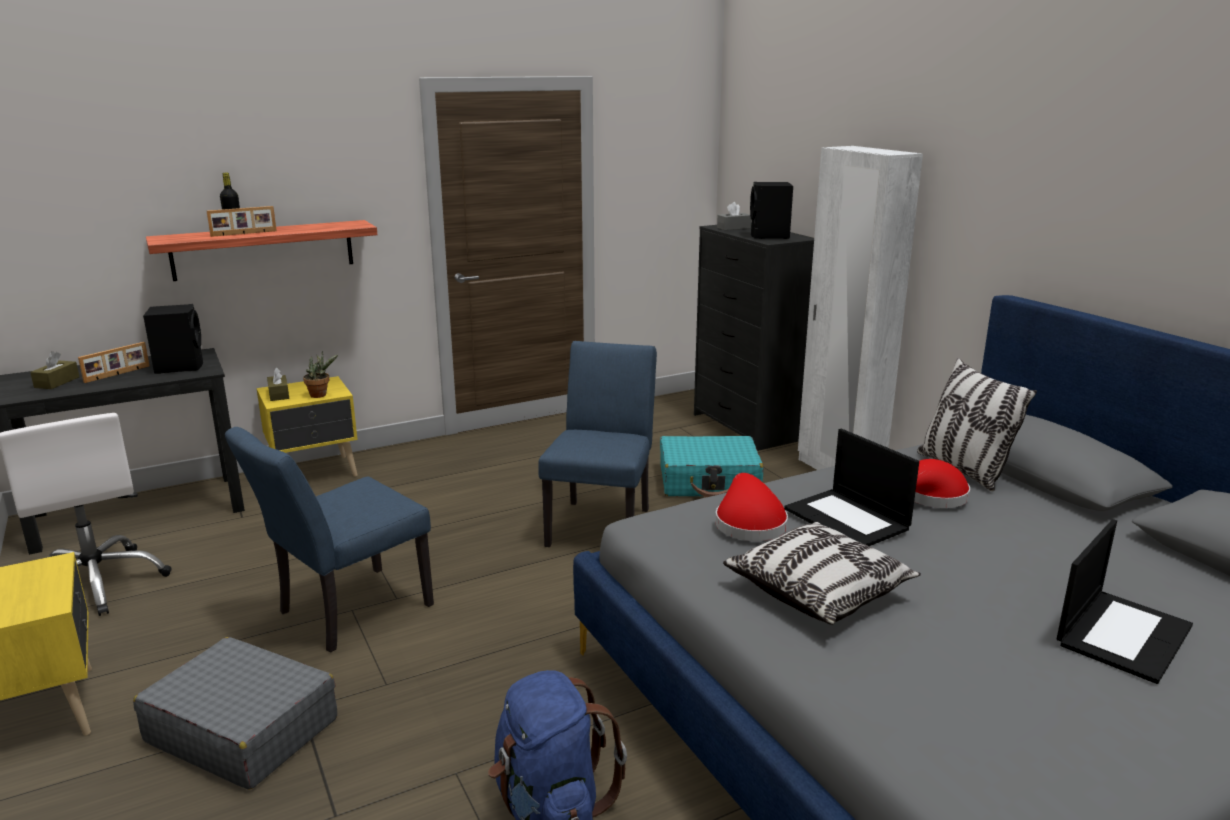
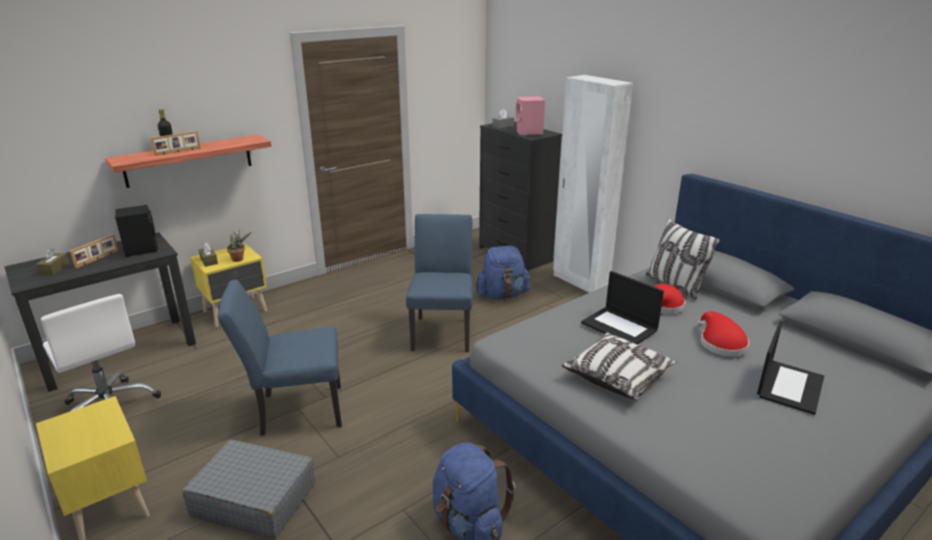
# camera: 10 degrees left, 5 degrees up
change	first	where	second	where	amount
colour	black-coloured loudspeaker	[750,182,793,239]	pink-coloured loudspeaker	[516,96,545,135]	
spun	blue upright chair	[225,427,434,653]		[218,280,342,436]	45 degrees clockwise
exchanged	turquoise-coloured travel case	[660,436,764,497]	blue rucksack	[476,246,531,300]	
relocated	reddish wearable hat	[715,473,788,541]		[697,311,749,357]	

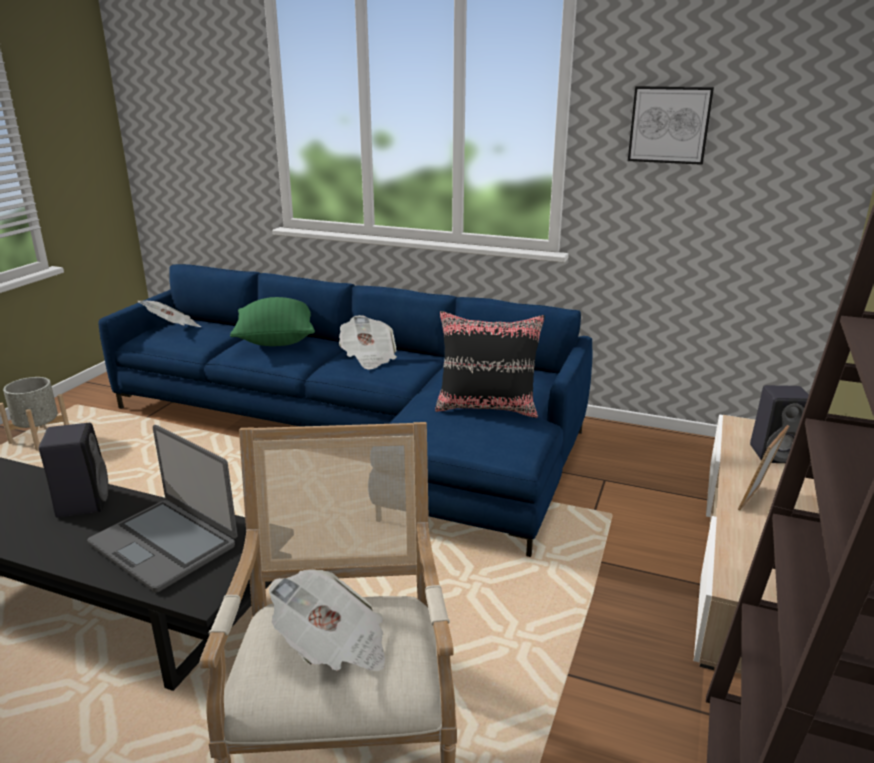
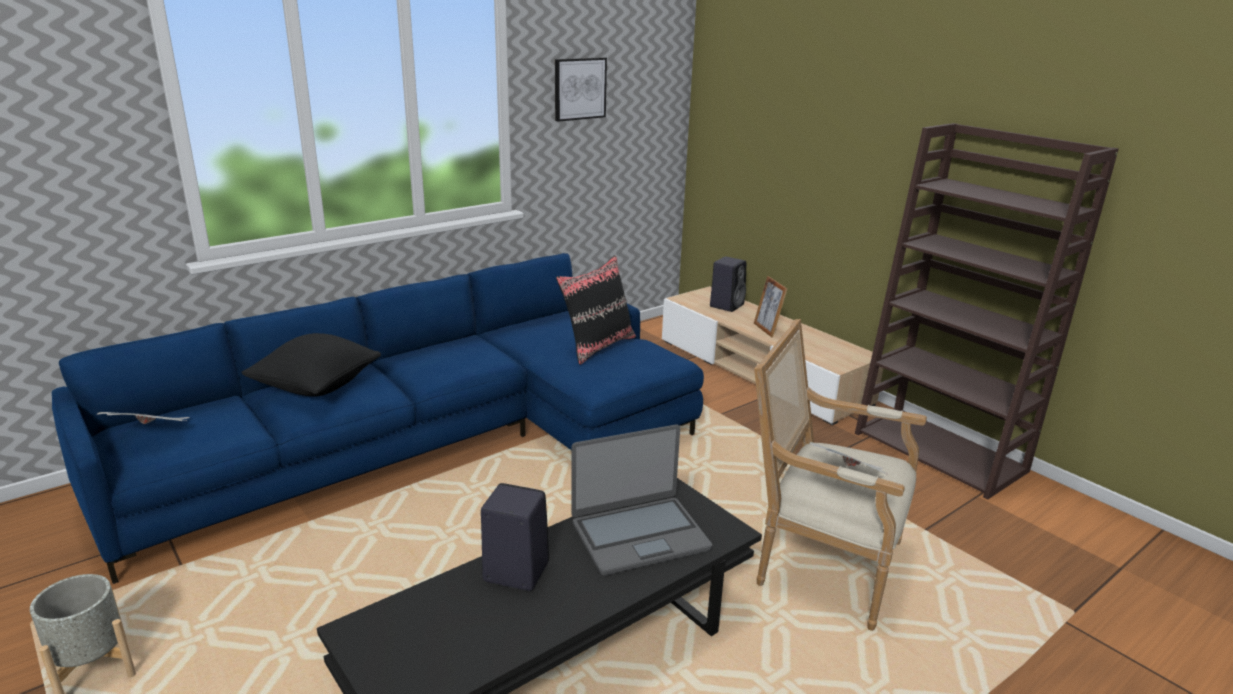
# camera: 60 degrees left, 0 degrees up
change	first	where	second	where	amount
colour	green cushion	[230,297,315,346]	black-coloured cushion	[241,333,381,397]	
missing	newspaper	[339,315,397,370]			

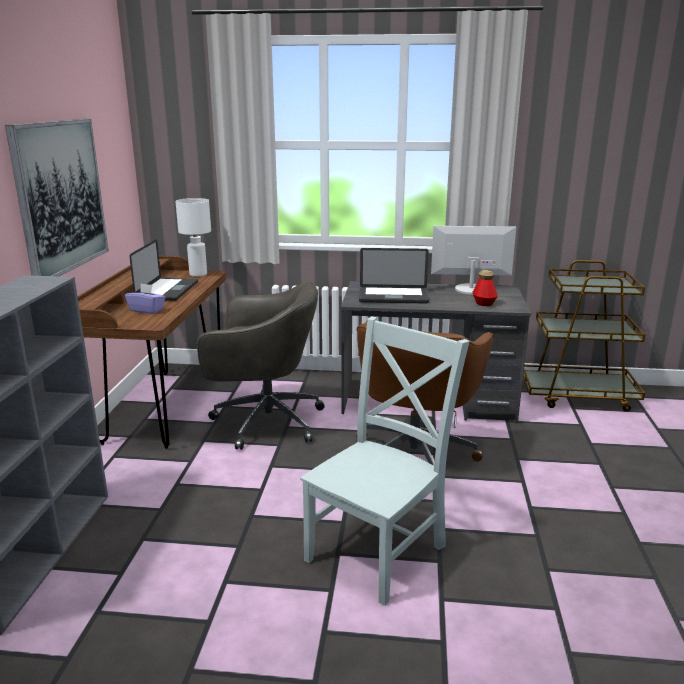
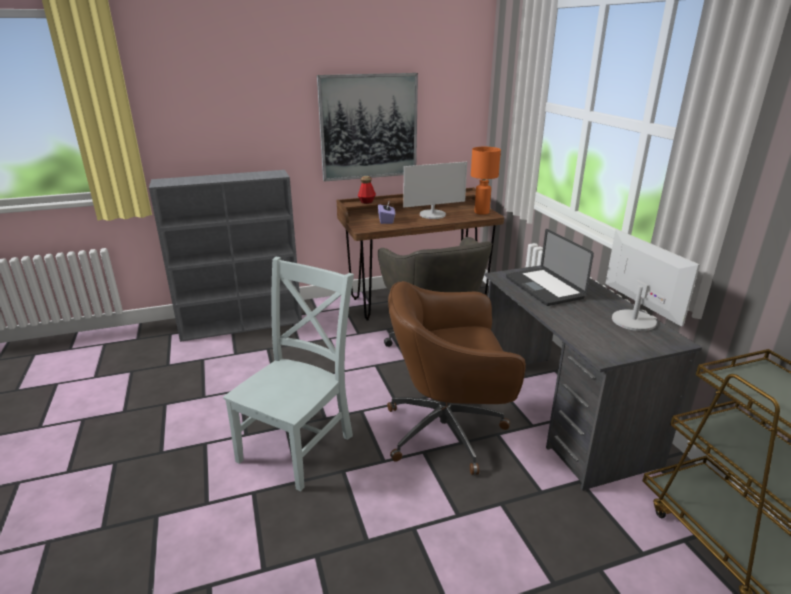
# camera: 65 degrees right, 5 degrees up
change	first	where	second	where	amount
colour	white-coloured table lamp	[175,198,211,277]	orange table lamp	[471,147,501,215]	
exchanged	laptop	[129,239,198,301]	computer screen	[403,162,467,219]	
relocated	bottle	[472,270,498,306]		[358,176,376,204]	
spun	greyish upright chair	[300,317,470,606]		[223,257,354,491]	75 degrees counterclockwise

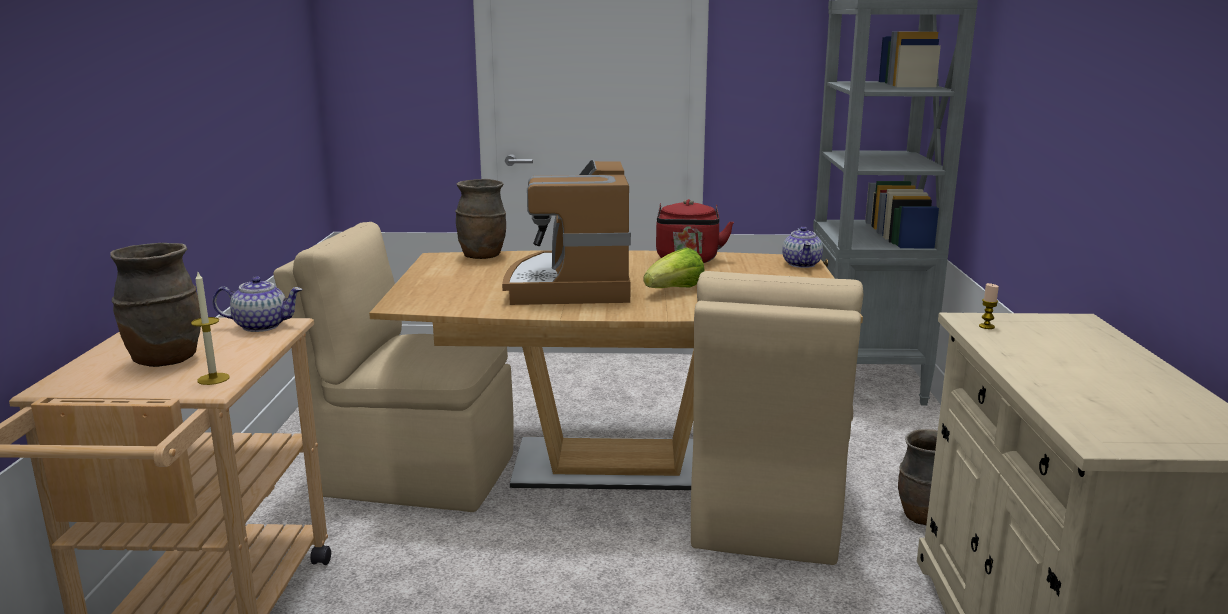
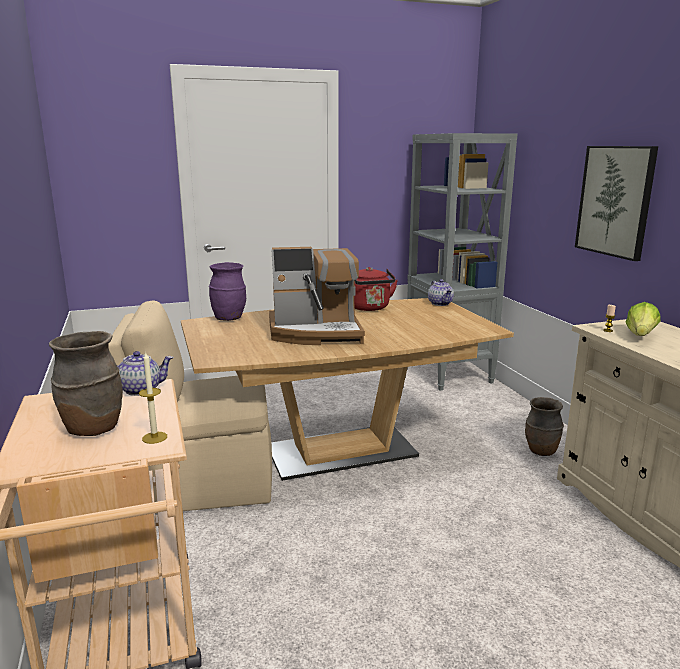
# camera: 20 degrees left, 0 degrees up
change	first	where	second	where	amount
spun	coffee maker	[502,160,631,305]		[269,247,365,345]	75 degrees counterclockwise
colour	brown decorative vase	[455,179,506,259]	purplish decorative vase	[209,262,246,321]	
relocated	head of lettuce	[644,247,705,288]		[625,302,661,336]	
missing	beige upright chair	[691,271,863,565]			
appeared			picture	[575,146,658,261]	

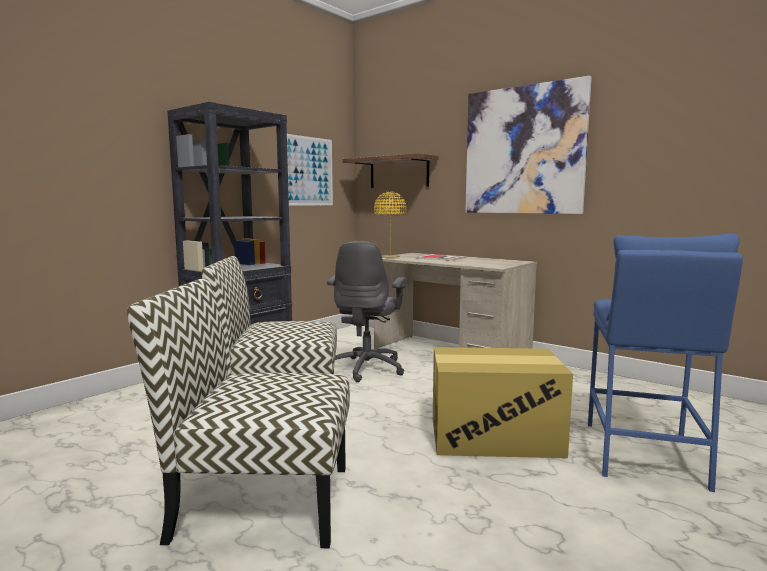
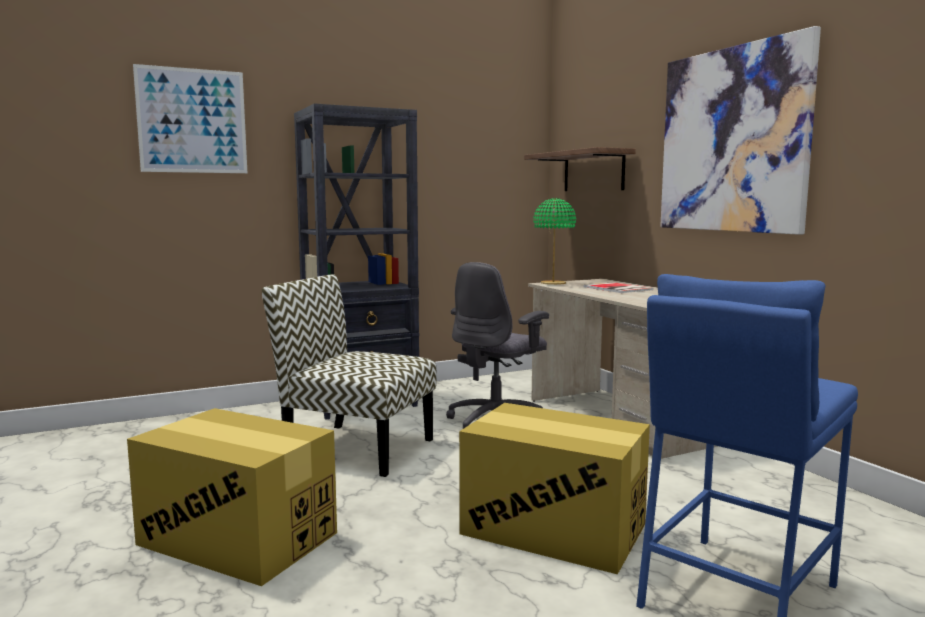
# camera: 25 degrees right, 0 degrees up
change	first	where	second	where	amount
relocated	picture	[287,134,333,205]		[133,64,247,173]	
colour	yellow table lamp	[374,191,406,258]	green table lamp	[533,198,576,285]	
exchanged	upright chair	[127,278,350,548]	carton	[127,408,337,586]	

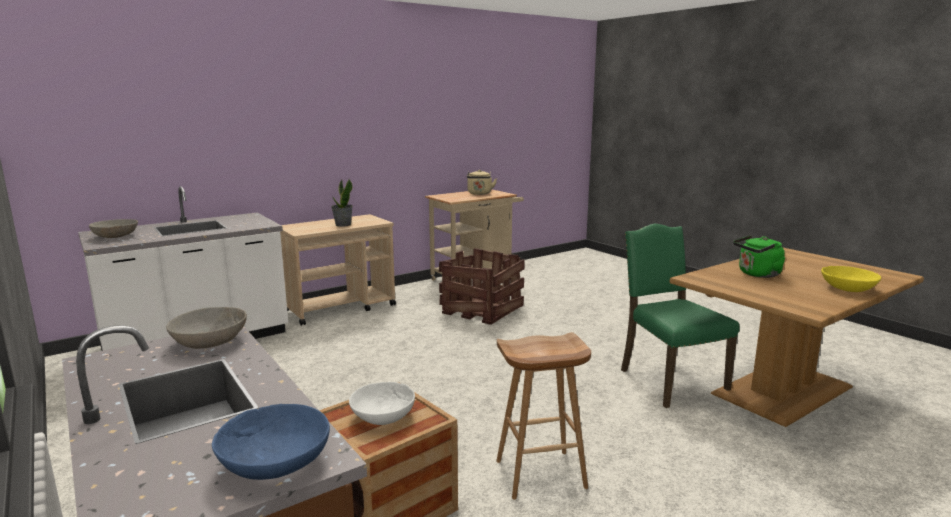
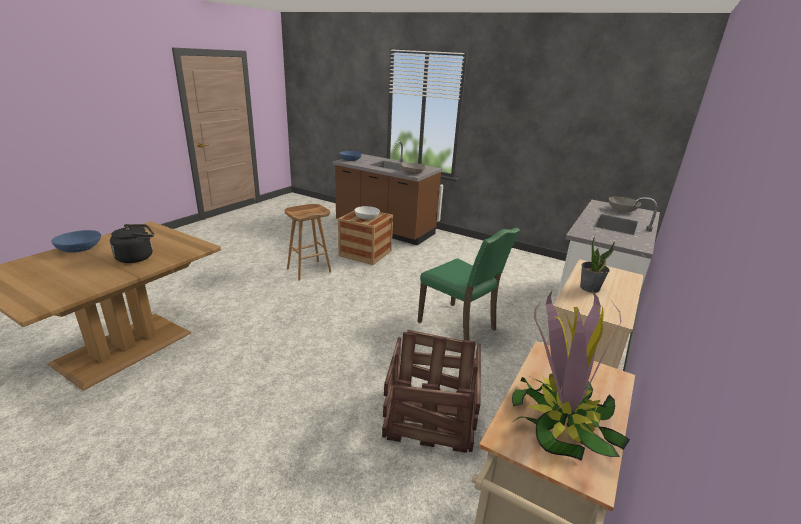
# camera: 155 degrees right, 10 degrees up
change	first	where	second	where	amount
exchanged	beige tea kettle	[467,170,497,195]	plant in a pot	[512,290,630,461]	
relocated	green upright chair	[621,224,740,408]		[417,227,520,341]	
colour	green tea kettle	[733,235,786,278]	black-coloured tea kettle	[110,224,154,263]	
colour	yellow deep dish	[821,266,881,292]	blue deep dish	[51,230,101,253]	

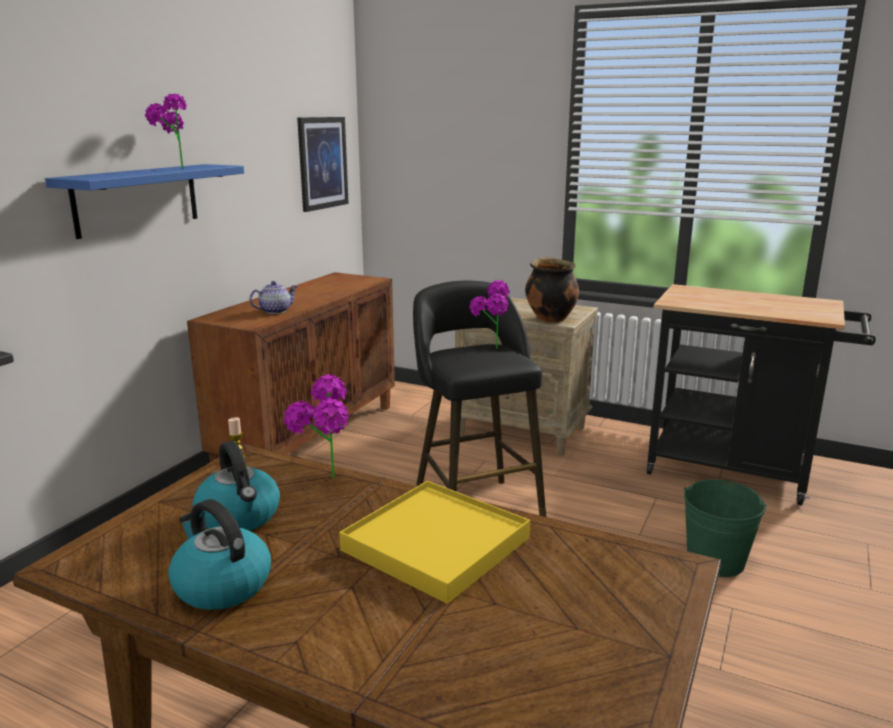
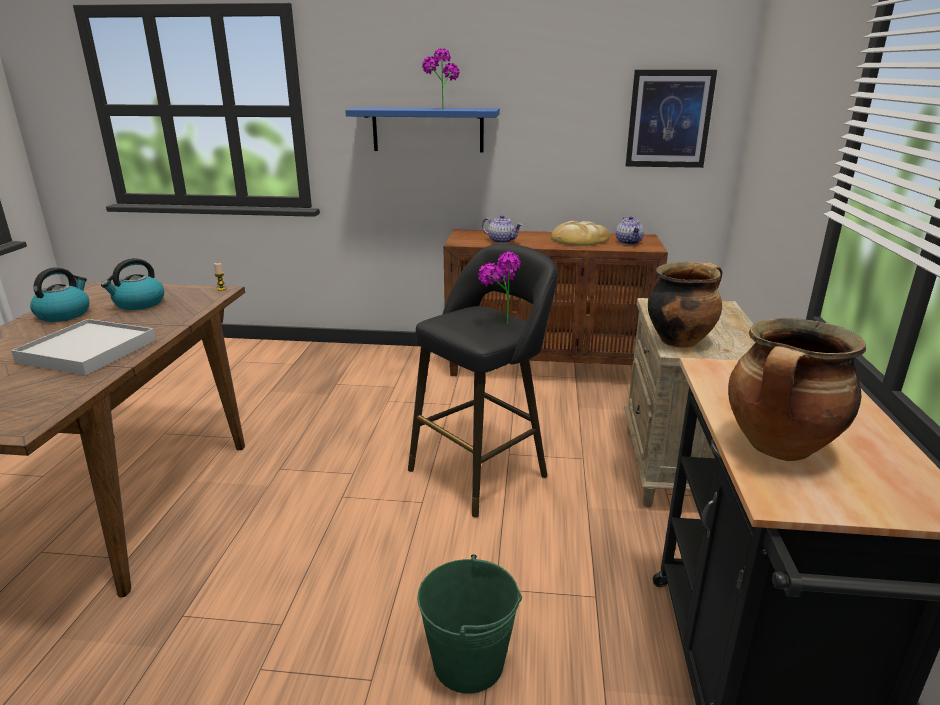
# camera: 70 degrees right, 5 degrees up
change	first	where	second	where	amount
missing	plant in a pot	[284,374,349,478]			
colour	yellow serving tray	[339,481,530,604]	white-coloured serving tray	[11,319,156,376]	
appeared			teapot	[616,216,644,245]	
appeared			bread	[551,221,610,246]	
appeared			cooking pot	[728,318,866,461]	

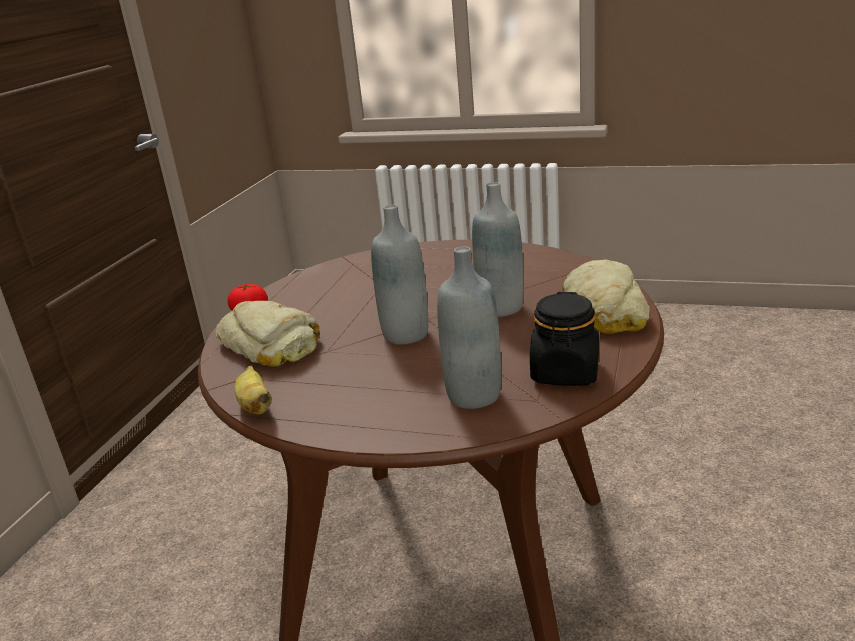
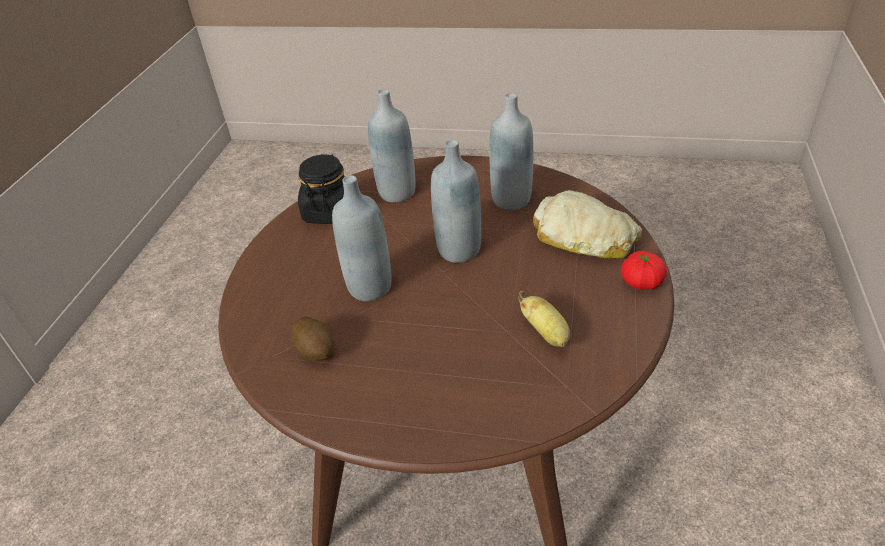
# camera: 175 degrees right, 15 degrees up
change	first	where	second	where	amount
missing	bread	[562,260,650,334]			
relocated	banana fruit	[234,366,272,414]		[518,291,570,347]	
appeared			greyish bottle	[489,93,533,210]	
appeared			whole potato	[291,316,333,362]	

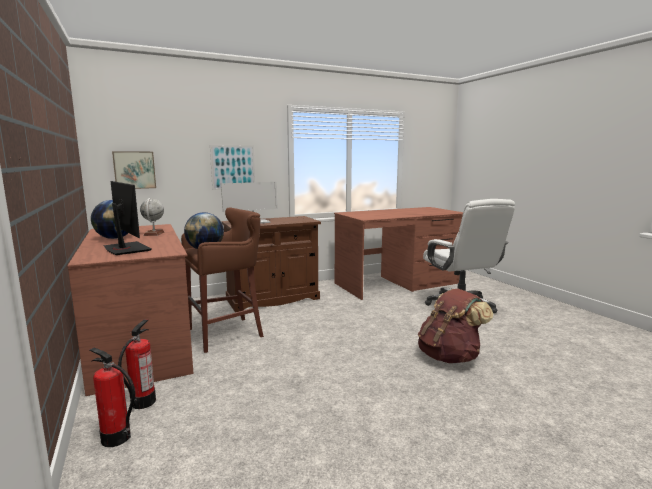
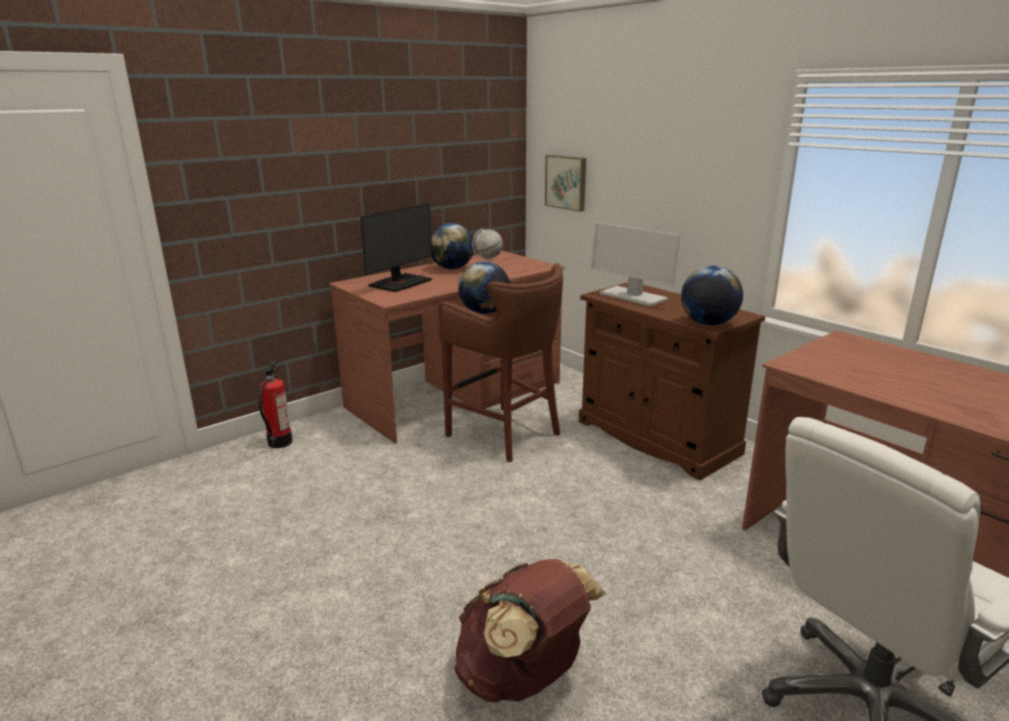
# camera: 75 degrees right, 10 degrees up
change	first	where	second	where	amount
missing	picture	[210,145,255,190]			
missing	fire extinguisher	[118,319,156,409]			
appeared			world globe	[681,266,743,325]	

